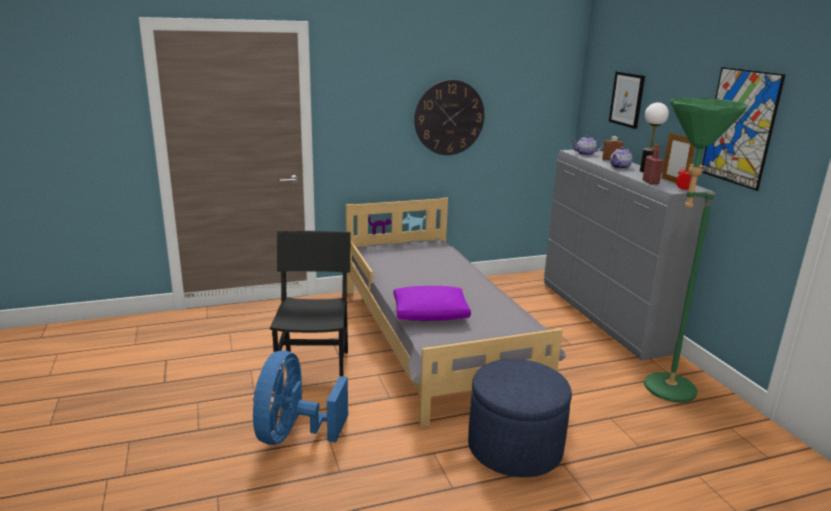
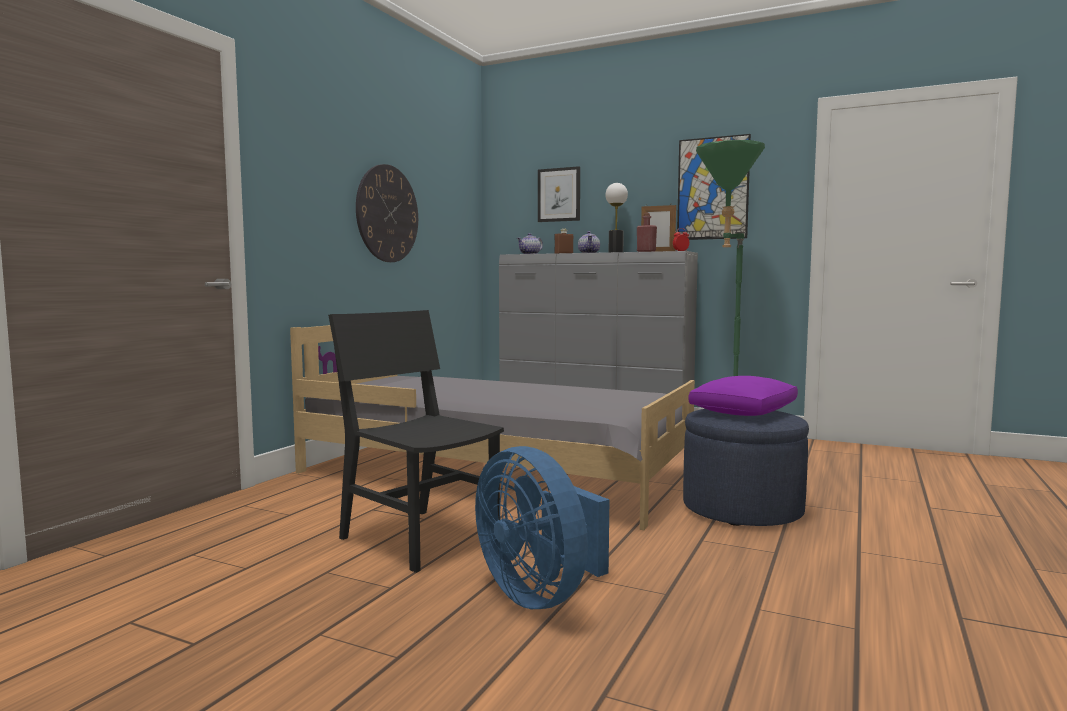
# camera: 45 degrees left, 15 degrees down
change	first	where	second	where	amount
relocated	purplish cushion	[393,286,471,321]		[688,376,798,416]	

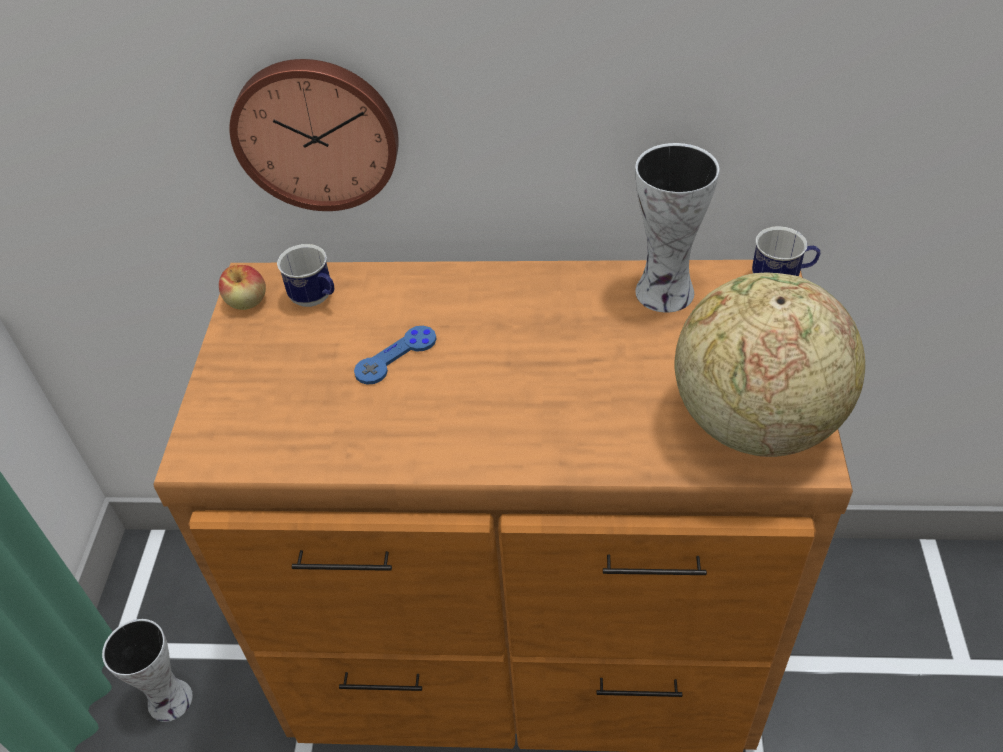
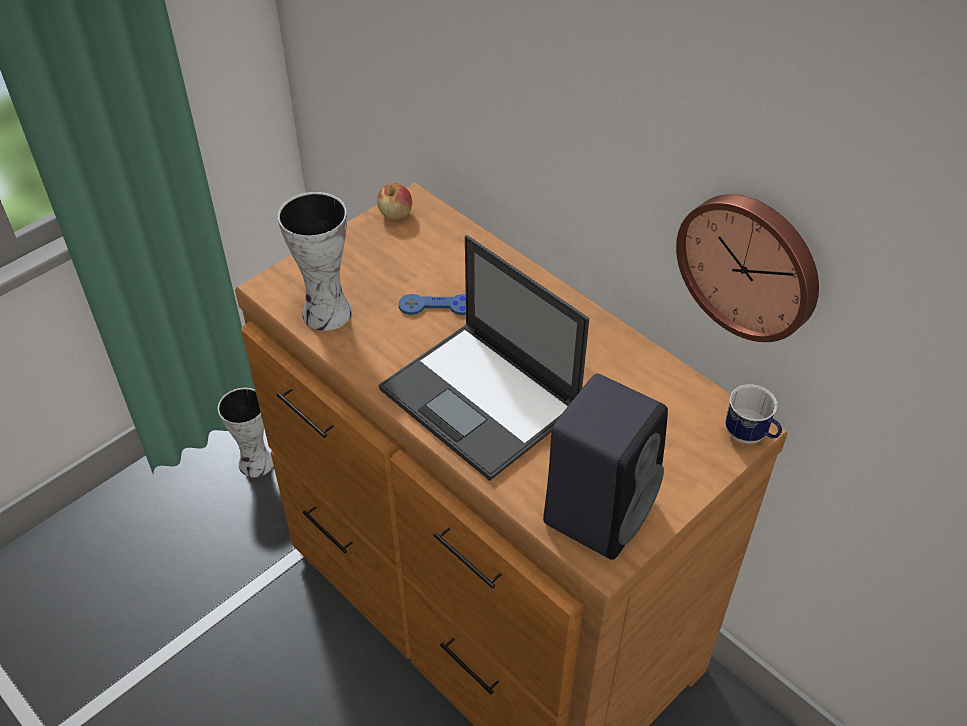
# camera: 40 degrees right, 0 degrees up
change	first	where	second	where	amount
relocated	hanging clock	[229,59,399,211]		[676,194,819,342]	
relocated	decorative vase	[635,143,719,312]		[278,192,352,331]	
missing	coffee mug	[277,244,334,307]			
exchanged	world globe	[674,272,865,457]	black-coloured loudspeaker	[543,374,668,560]	
appeared			laptop	[379,235,589,481]	

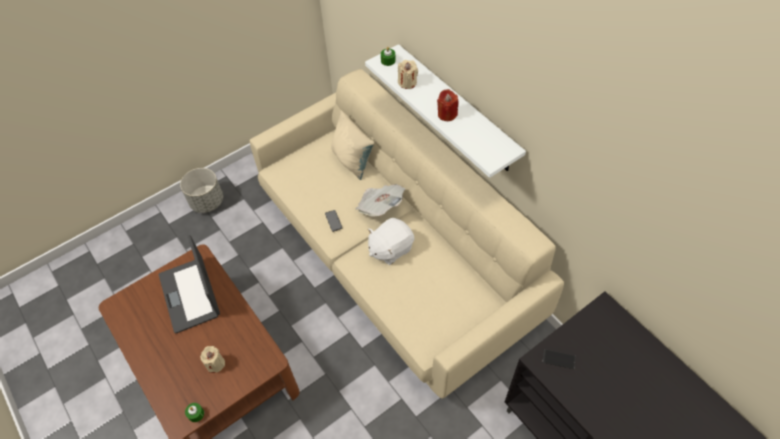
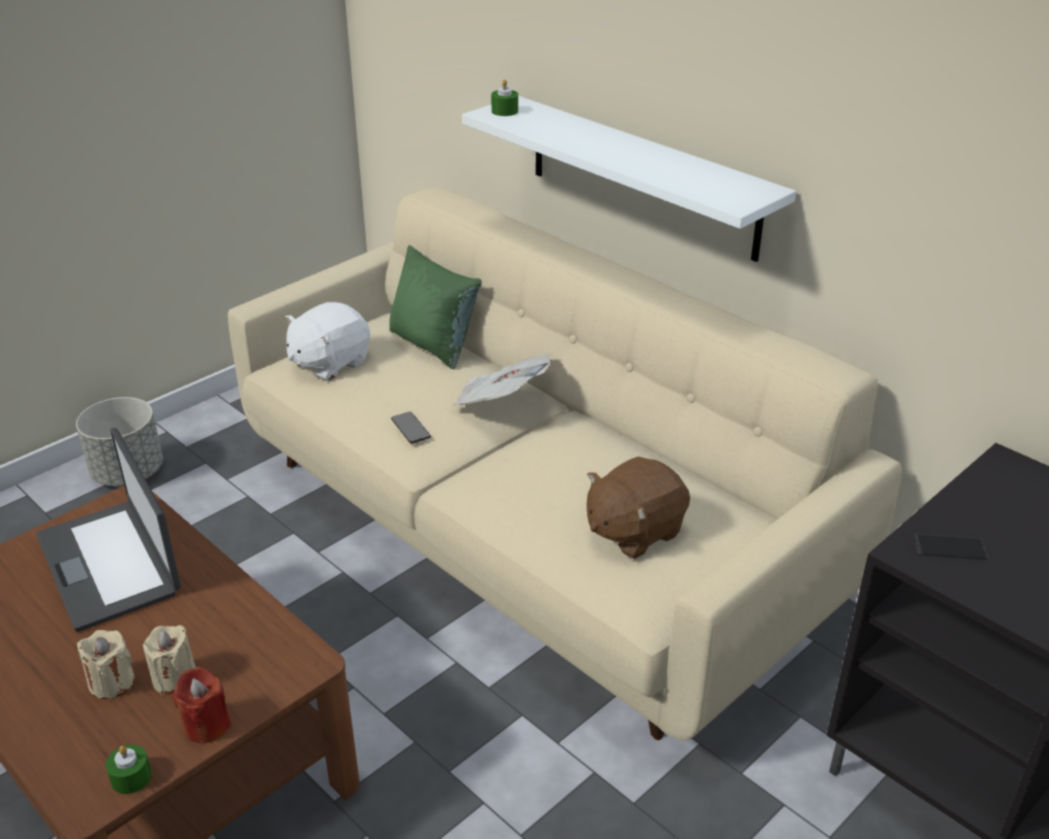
# camera: 10 degrees left, 20 degrees down
change	first	where	second	where	amount
relocated	beige wax candle	[398,60,418,89]		[77,630,135,699]	
relocated	reddish wax candle	[437,89,458,121]		[172,666,231,743]	
colour	beige cushion	[331,110,374,180]	green cushion	[389,245,482,369]	
relocated	white-coloured soft toy	[368,218,414,265]		[285,302,370,381]	
appeared			brown soft toy	[587,457,690,559]	

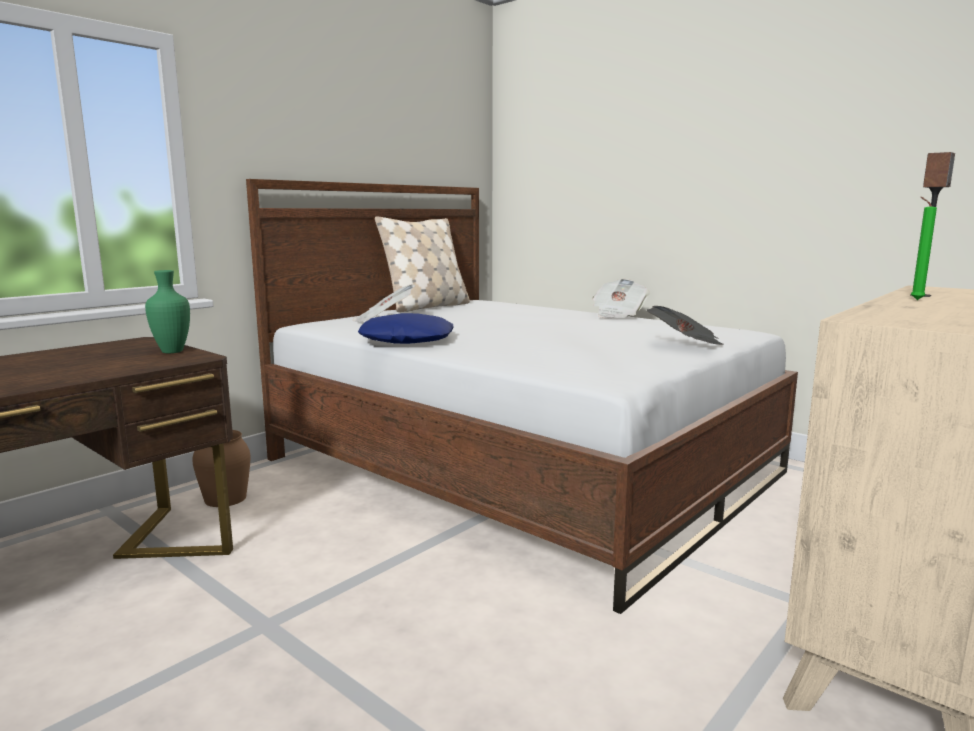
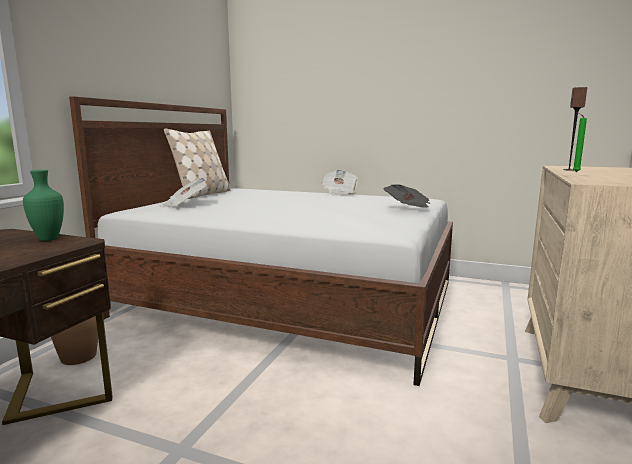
# camera: 20 degrees left, 0 degrees up
change	first	where	second	where	amount
missing	blue cushion	[358,313,454,344]			

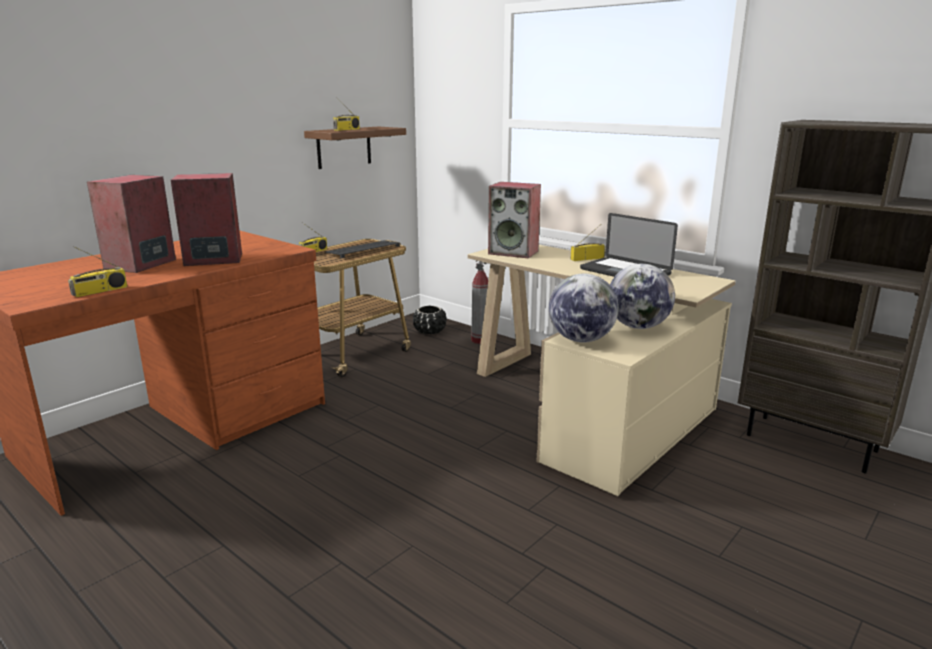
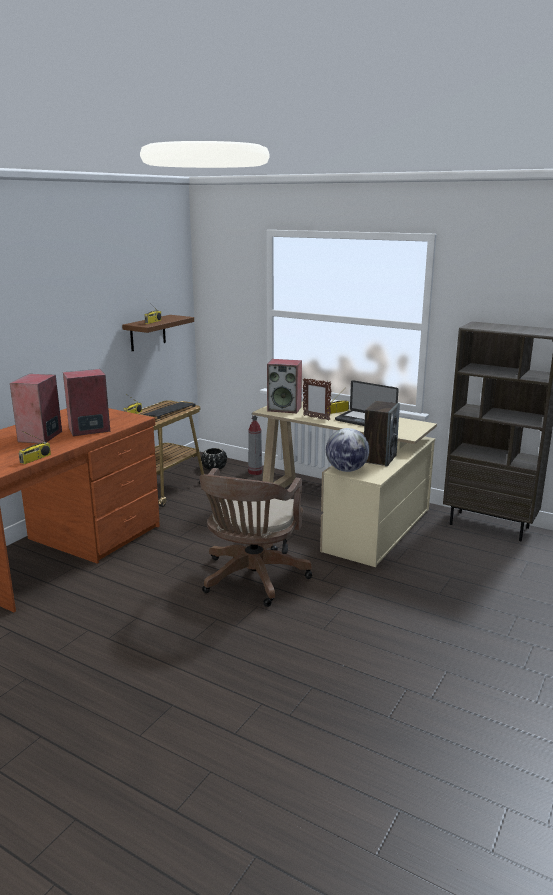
# camera: 10 degrees left, 0 degrees up
change	first	where	second	where	amount
exchanged	world globe	[610,264,675,329]	loudspeaker	[364,401,400,466]	
appeared			picture frame	[303,378,332,421]	
appeared			brown desk chair	[199,468,312,607]	

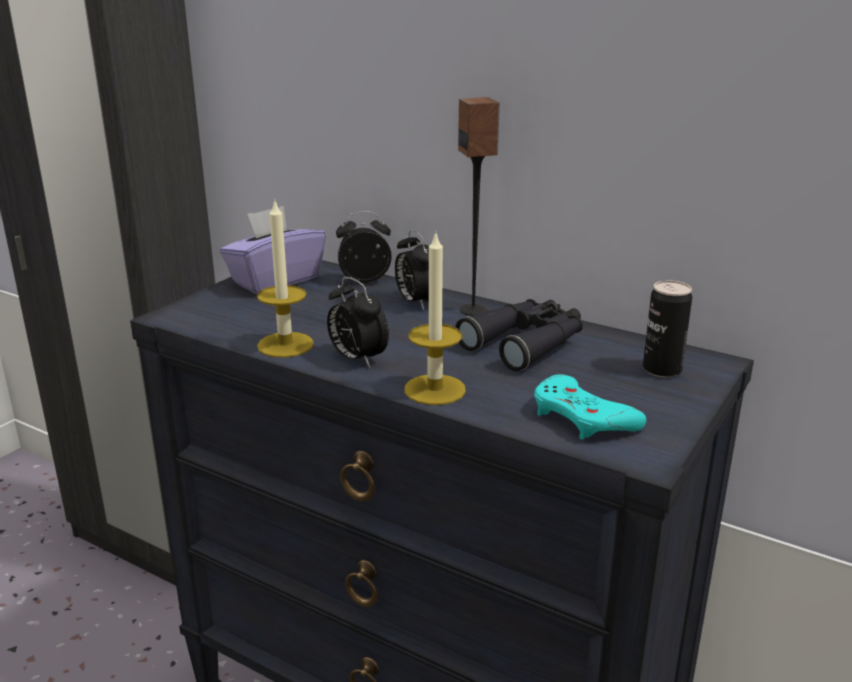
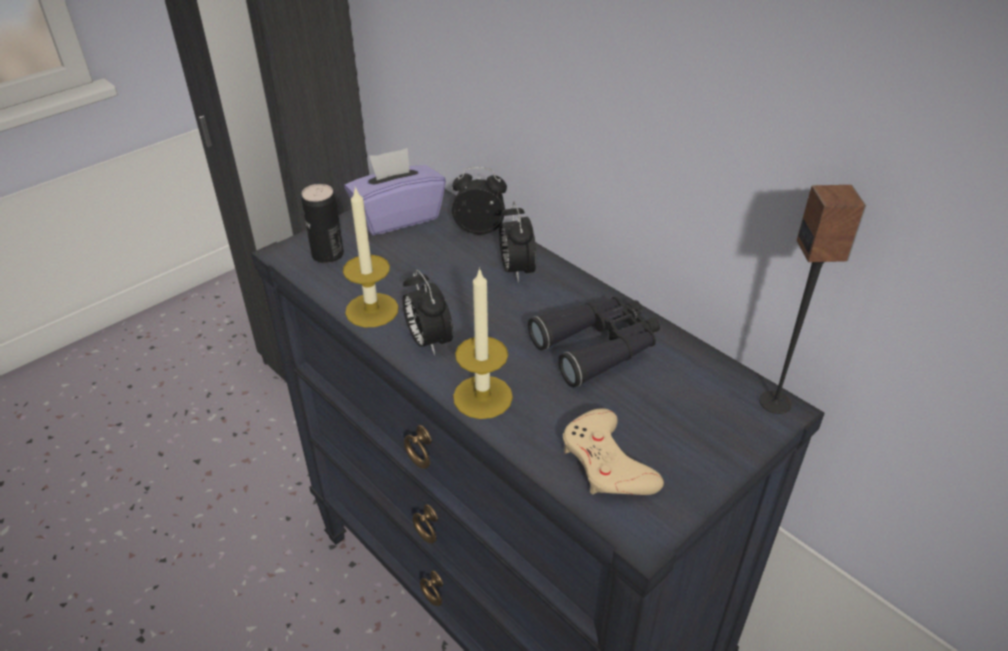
# camera: 15 degrees right, 15 degrees up
change	first	where	second	where	amount
relocated	loudspeaker	[458,97,500,316]		[759,185,866,414]	
relocated	sealed can	[643,280,692,377]		[301,184,344,263]	
colour	turquoise-coloured game controller	[534,374,646,440]	beige game controller	[563,409,664,495]	

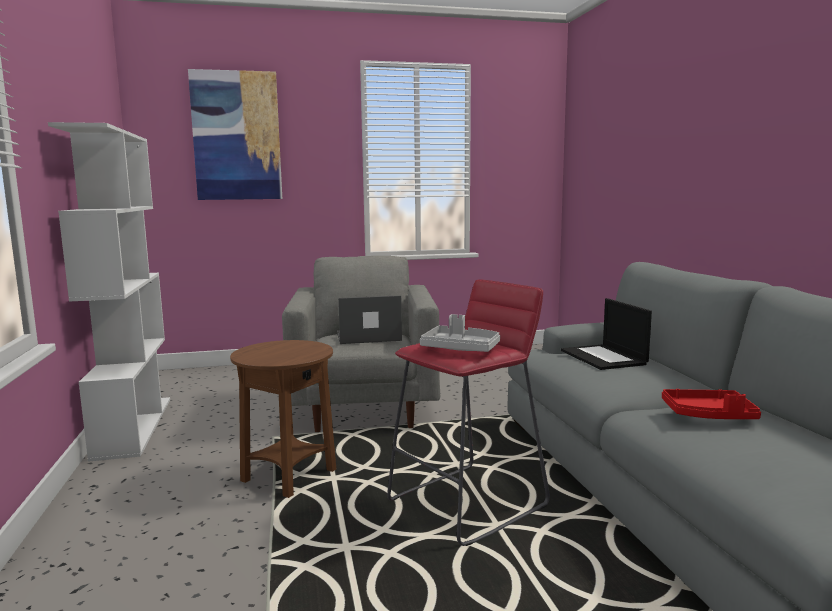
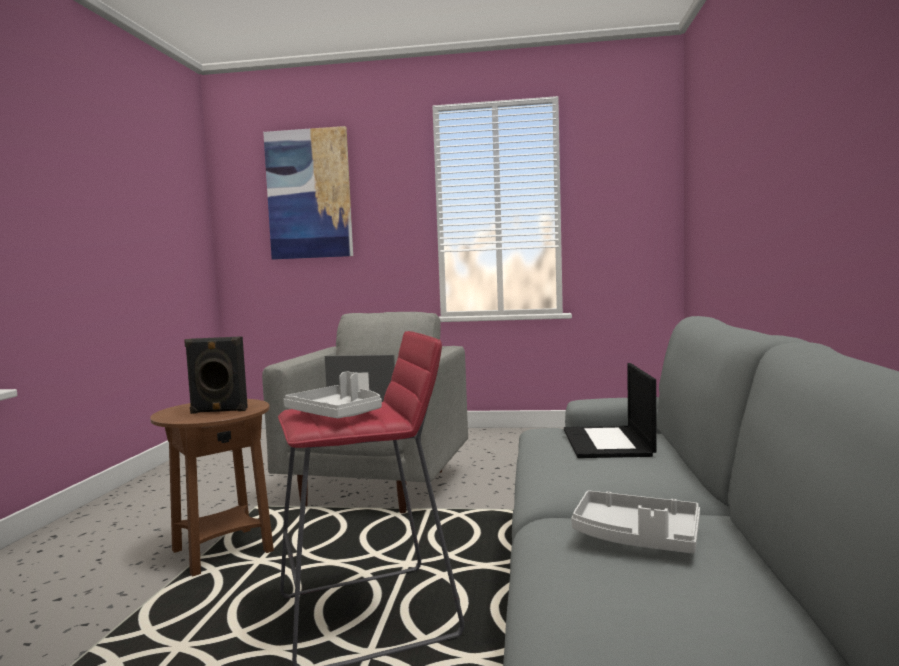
# camera: 20 degrees right, 5 degrees down
change	first	where	second	where	amount
missing	white-coloured shelving unit	[48,122,170,462]			
colour	reddish serving tray	[662,389,761,419]	greyish serving tray	[571,491,700,554]	
appeared			black-coloured loudspeaker	[184,336,248,414]	

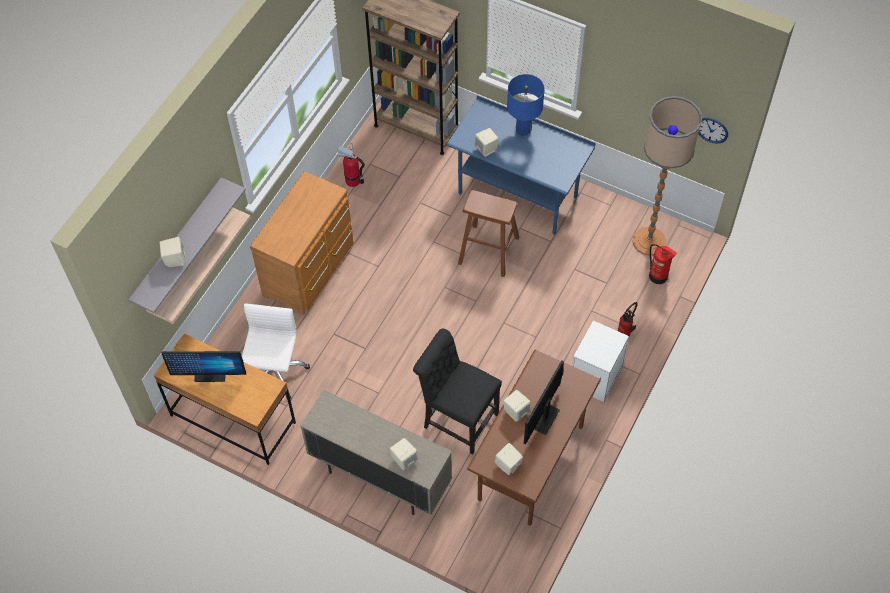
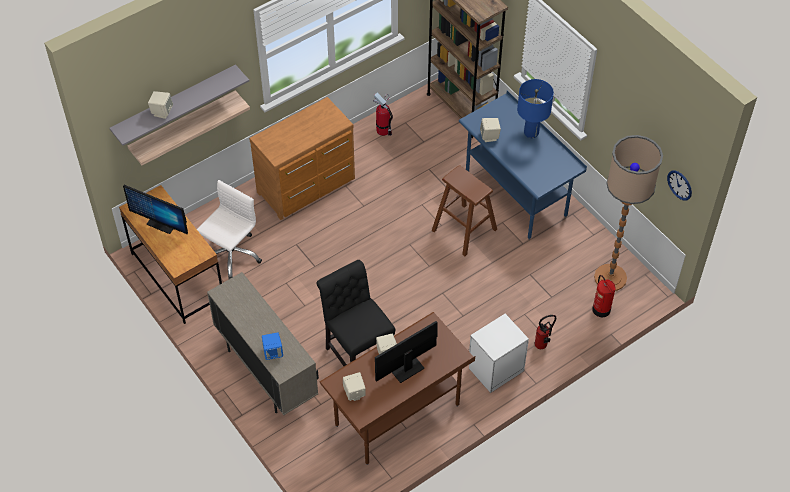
# camera: 25 degrees right, 5 degrees down
change	first	where	second	where	amount
colour	beige loudspeaker	[390,438,418,470]	blue loudspeaker	[262,332,283,360]	

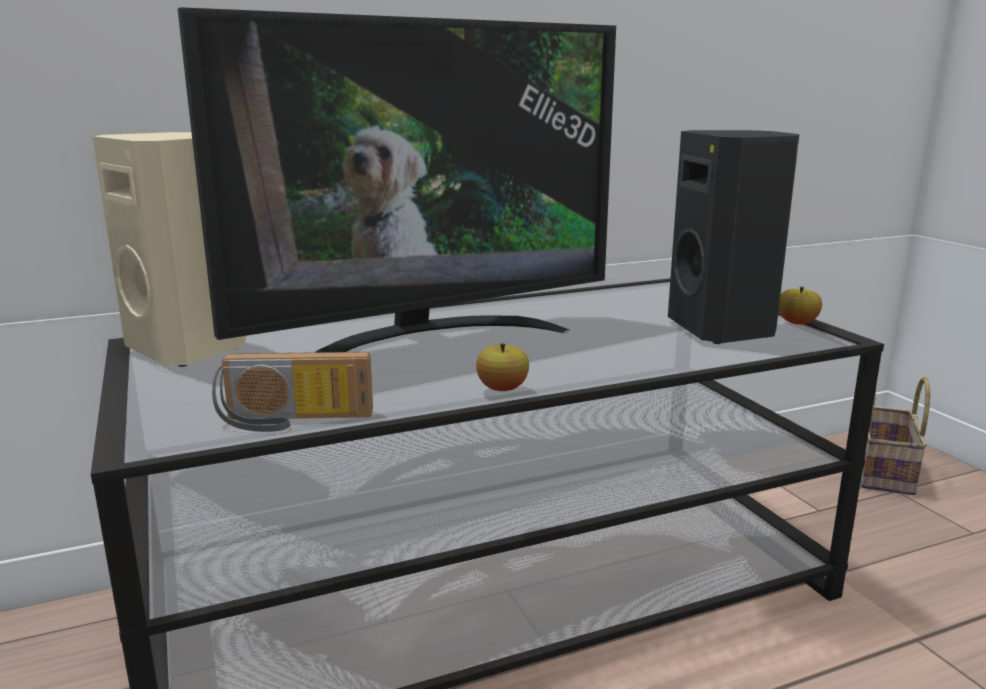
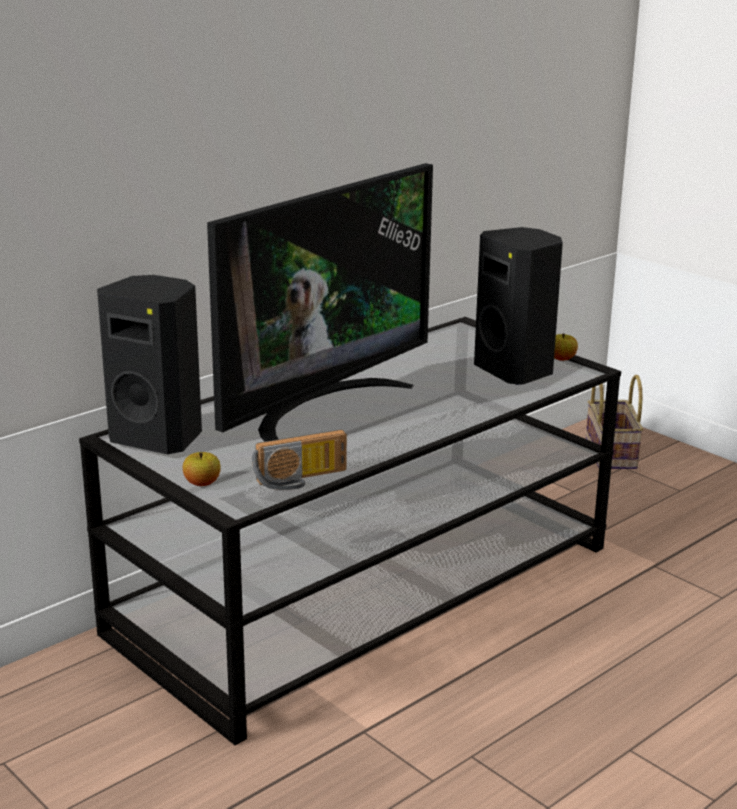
# camera: 20 degrees left, 5 degrees up
change	first	where	second	where	amount
colour	beige loudspeaker	[93,132,246,367]	black-coloured loudspeaker	[97,275,202,454]	
relocated	whole apple	[476,343,529,391]		[183,452,221,486]	

